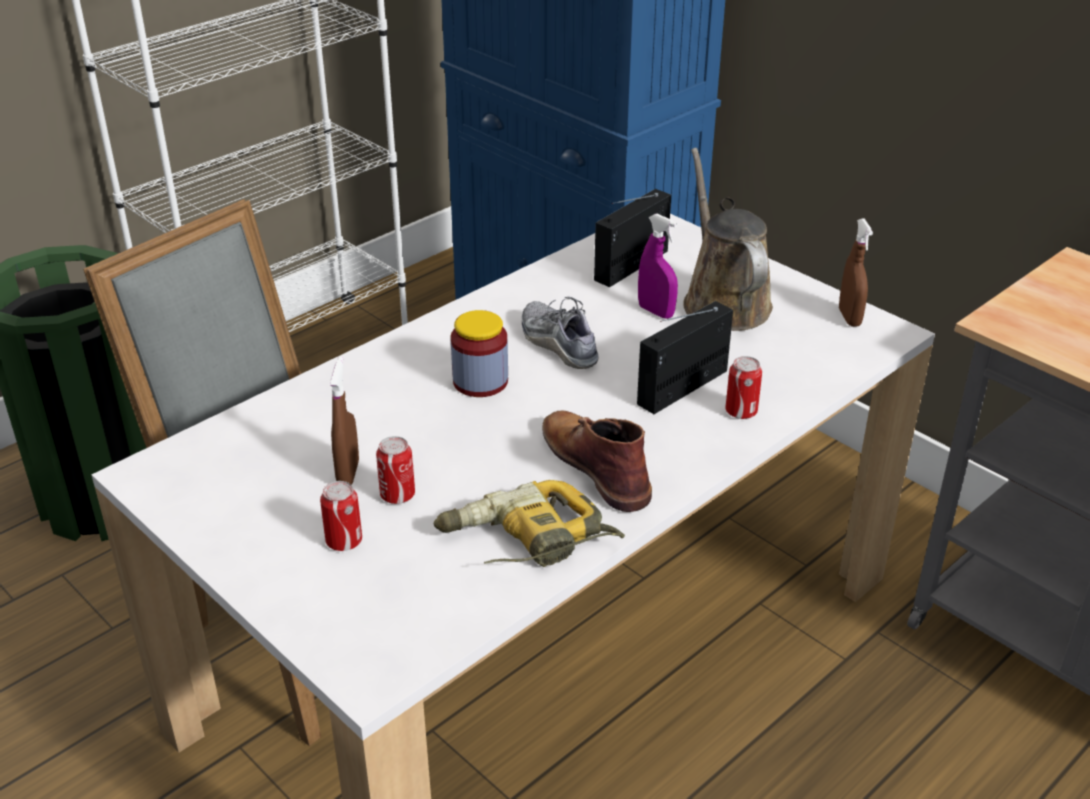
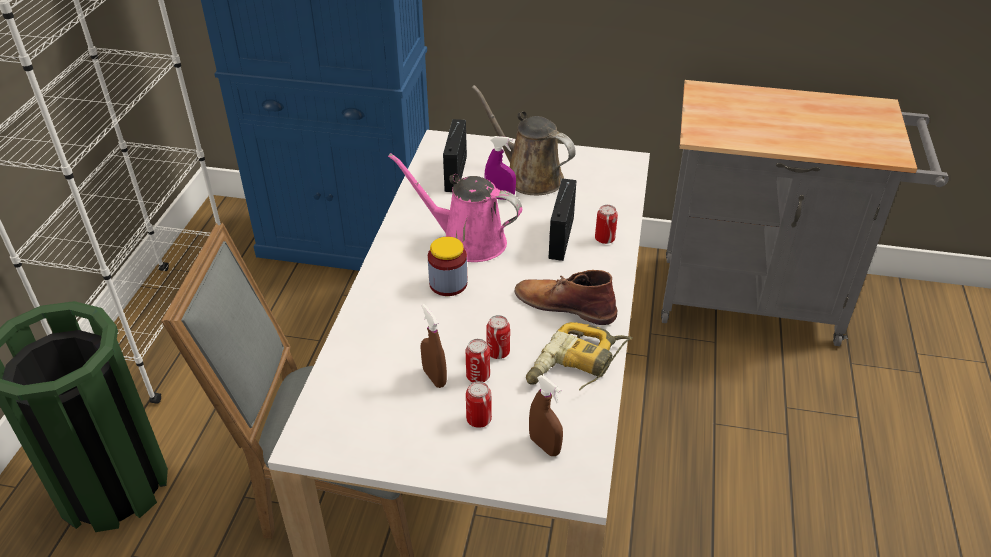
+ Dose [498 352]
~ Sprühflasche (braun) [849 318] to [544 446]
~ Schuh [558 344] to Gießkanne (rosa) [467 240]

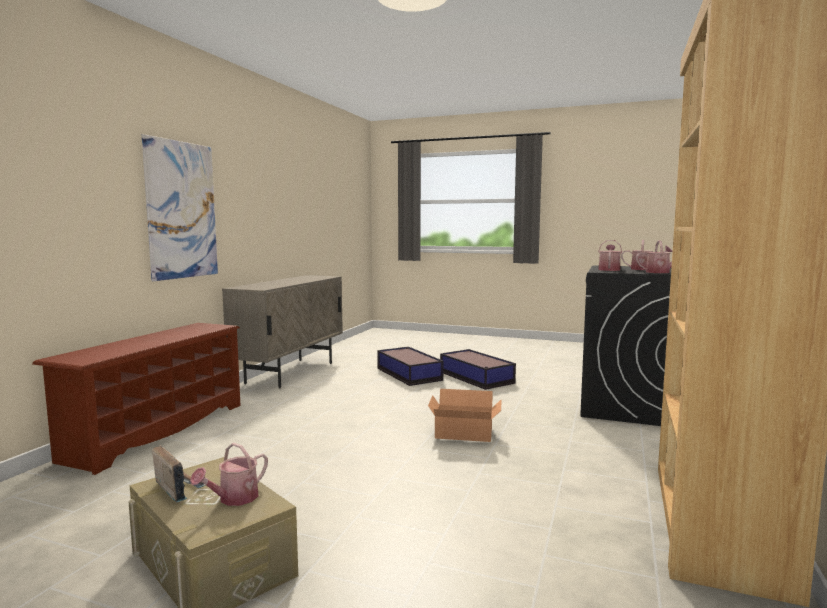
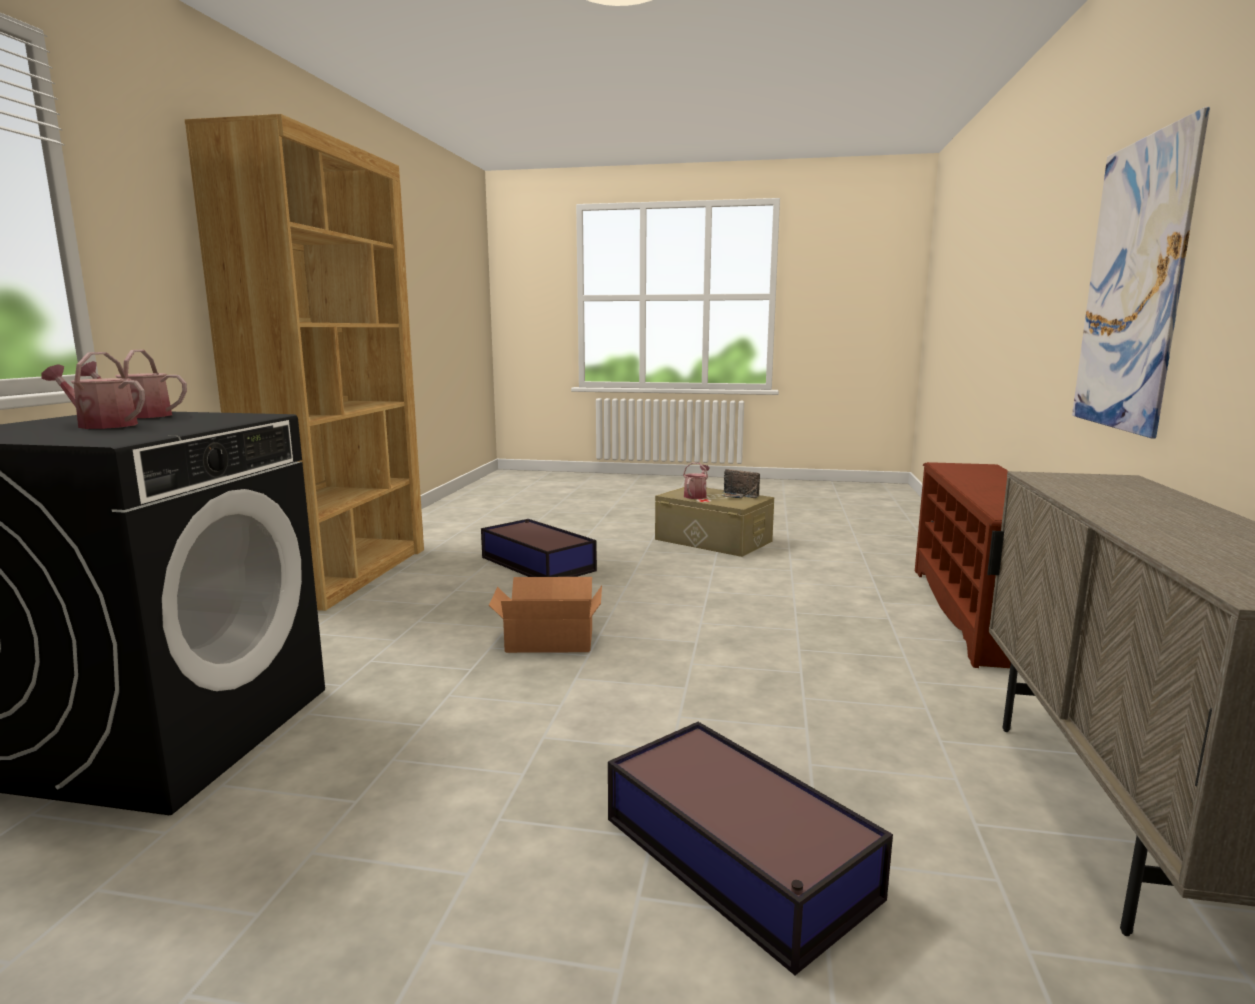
- Gießkanne [609 269]
~ Aufbewahrungsbox [476 378] to [537 563]

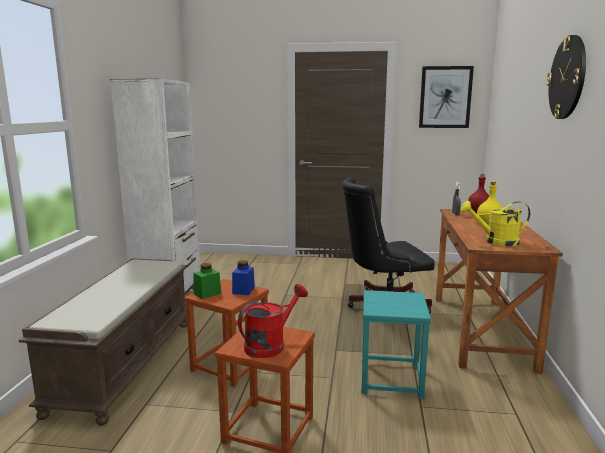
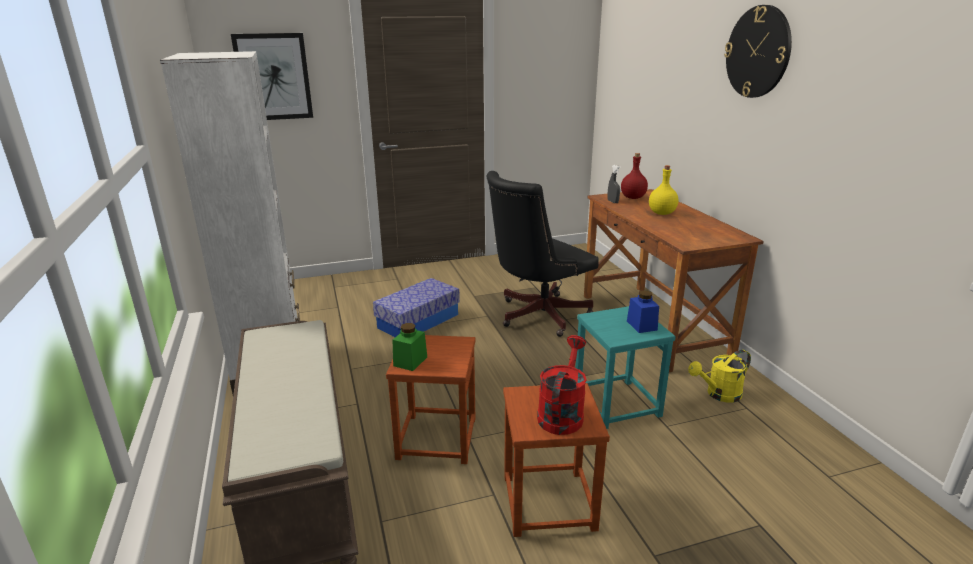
+ Aufbewahrungsbox [418 321]
~ Vorratsglas (blau) [243 290] to [641 325]
~ Bild [445 97] to [273 77]
~ Gießkanne (gelb) [496 242] to [719 394]

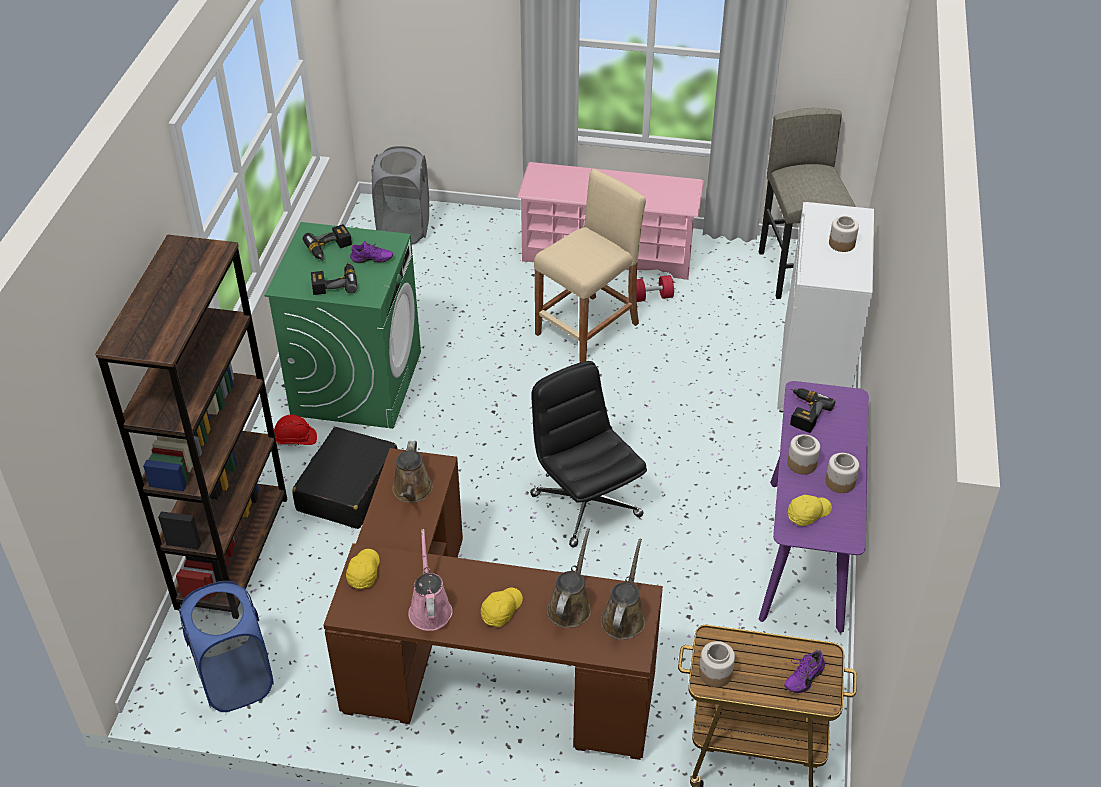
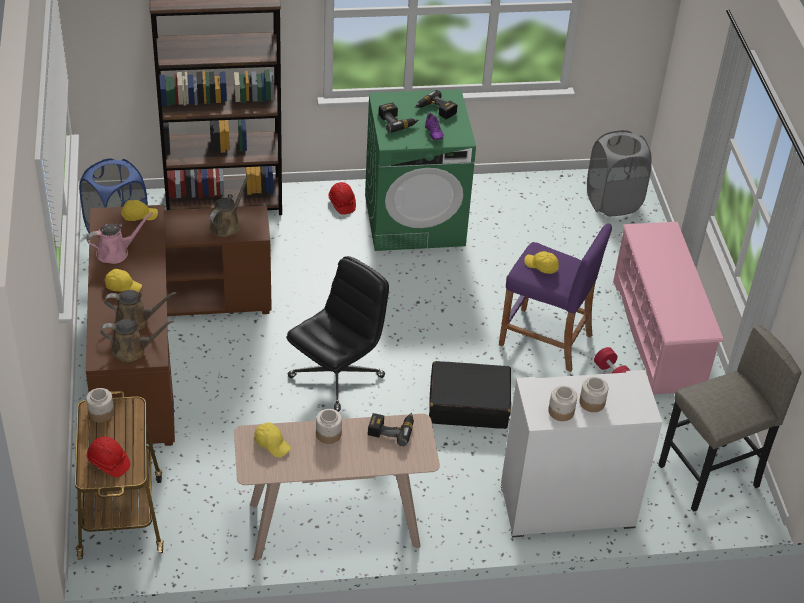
+ Kappe (gelb) [541 266]
~ Koffer (schwarz) [347 488] to [468 404]
~ Vorratsglas [840 482] to [561 412]
~ Schuh (lila) [802 677] to Schutzhelm (rot) [108 463]
~ Hocker (beige) [587 329] to Hocker (lila) [545 340]
~ Konsolentisch (lila) [806 553] to Konsolentisch (beige) [334 525]
~ Gießkanne (braun) [412 491] = [227 225] 135 degrees clockwise

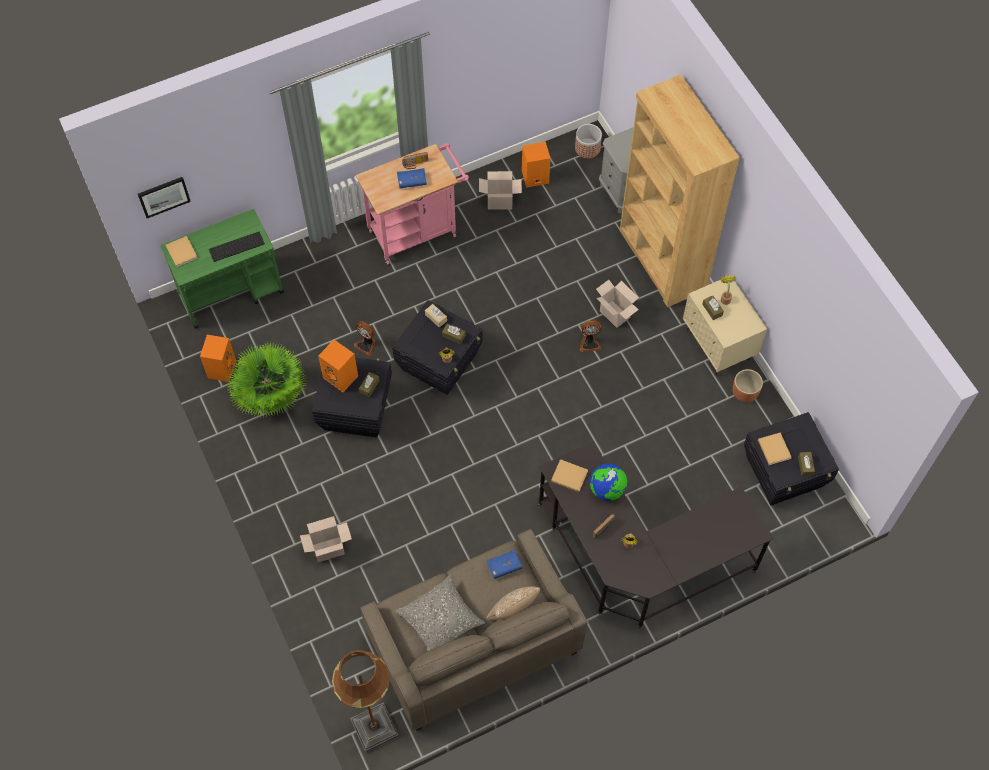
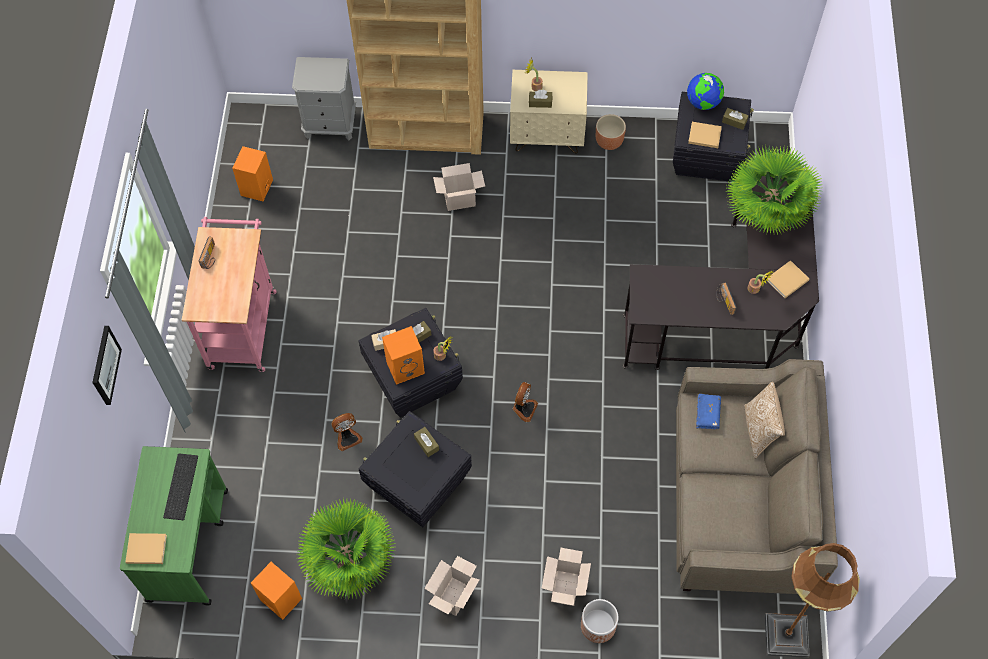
- Kissen (grau) [440 620]
- Buch (blau) [412 181]
+ Topfpflanze [766 215]
~ Bild [163 196] to [105 365]
~ Lautsprecher (orange) [341 377] to [406 366]
~ Karton [500 201] to [453 595]
~ Buch (beige) [568 476] to [786 281]
~ Pflanzkübel [587 148] to [598 626]
~ Ventilator [589 343] to [524 408]
~ Globus [607 489] to [703 102]

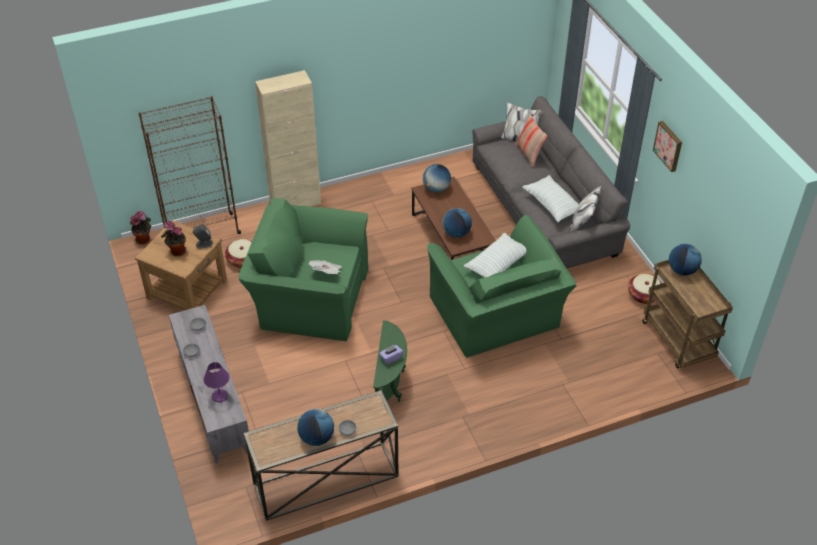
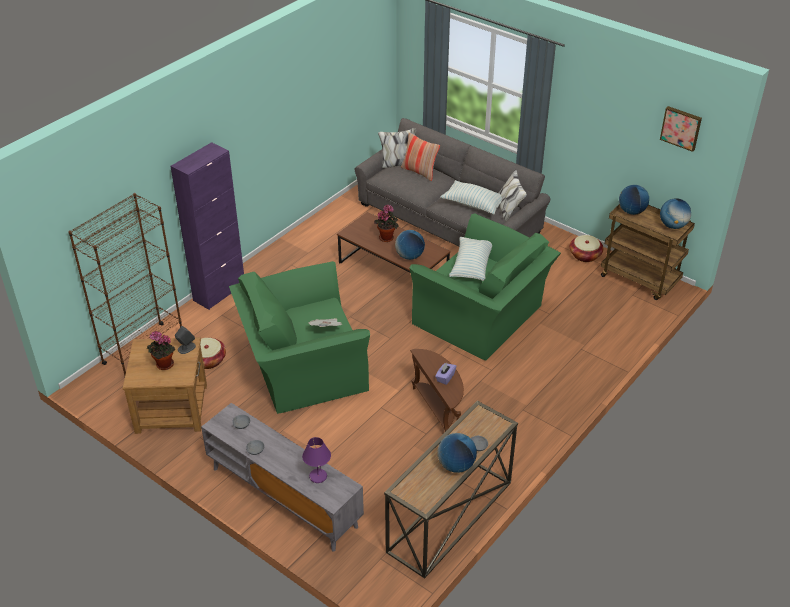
~ Topfpflanze [144 239] to [387 237]
~ Globus [436 188] to [672 225]
~ Bild [669 145] to [681 128]
~ Schrank (beige) [295 203] to Schrank (lila) [219 292]
~ Beistelltisch (grün) [390 385] to Beistelltisch (braun) [439 411]

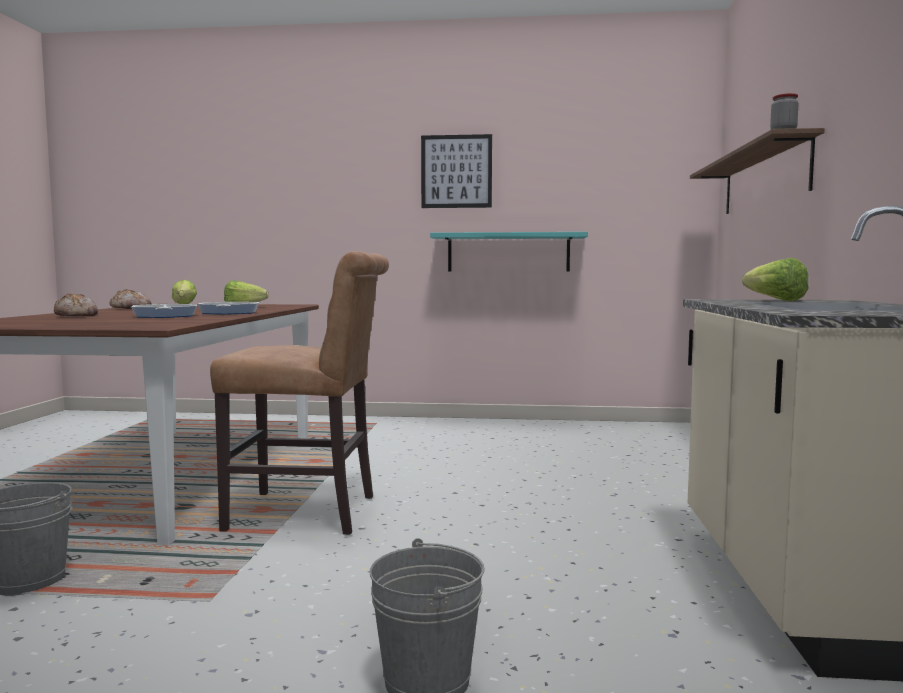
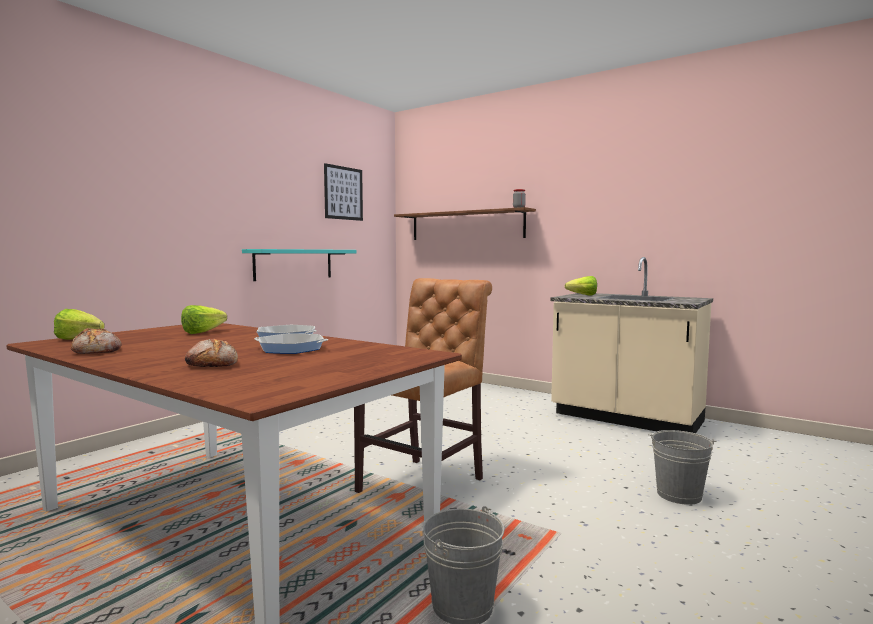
~ Bild [456 171] to [343 193]

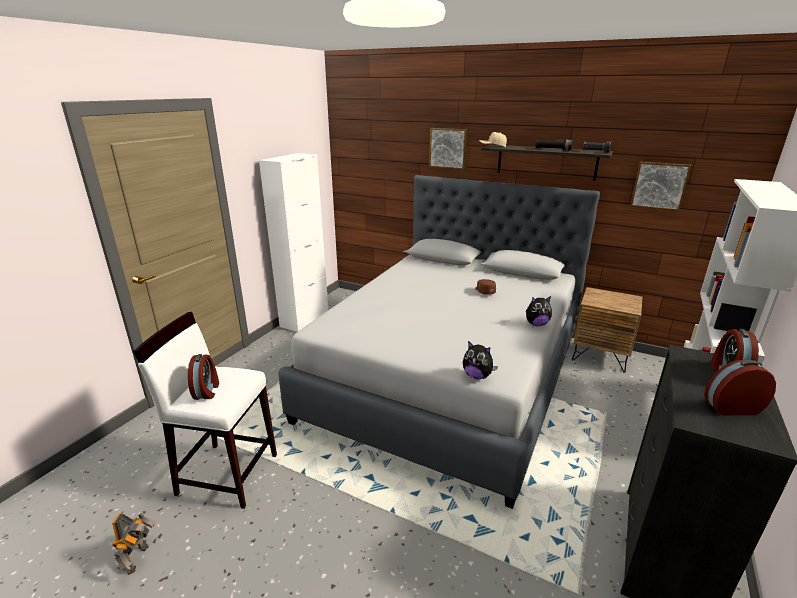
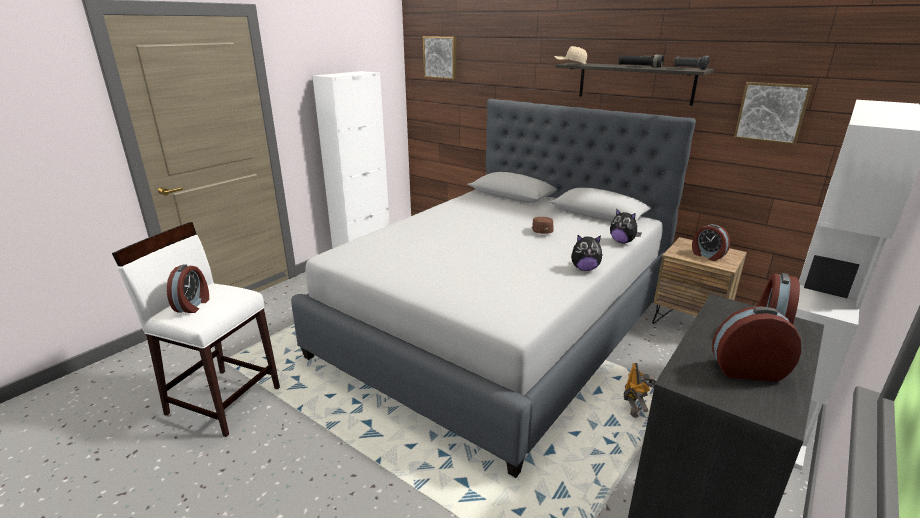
+ Wecker [707 255]
~ Spielzeugroboter [139 558] to [634 408]
~ Bild [448 148] to [441 57]
~ Plüschtier [477 376] to [622 242]

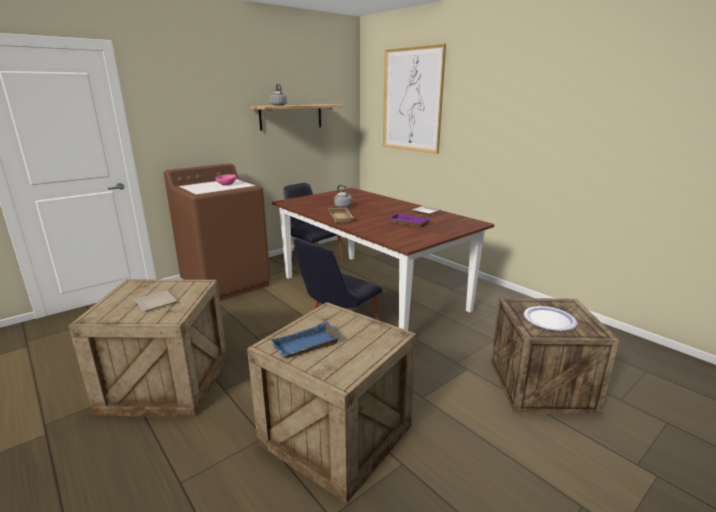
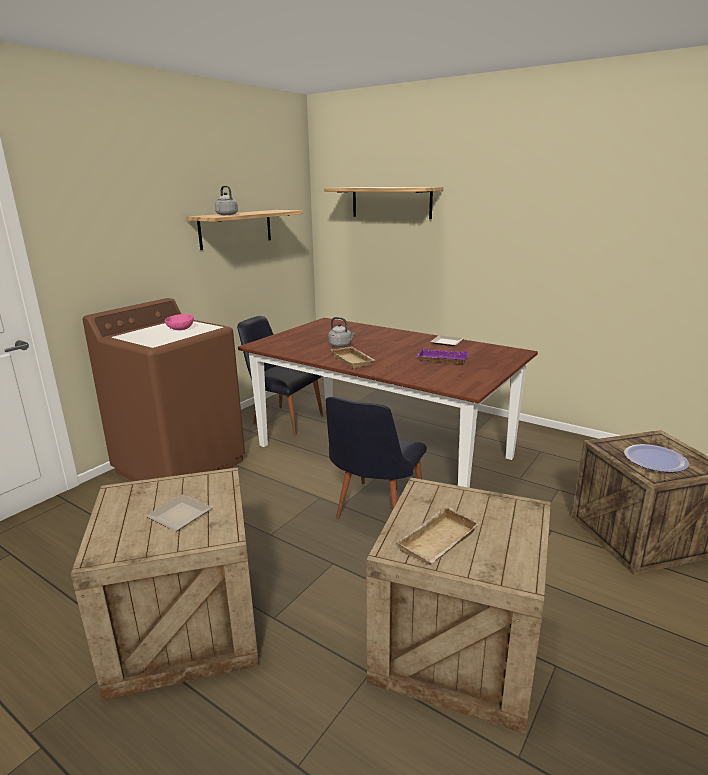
~ Bild [412 100] to Wandregal [391 202]
~ Tablett (blau) [306 346] to Tablett (beige) [440 543]

